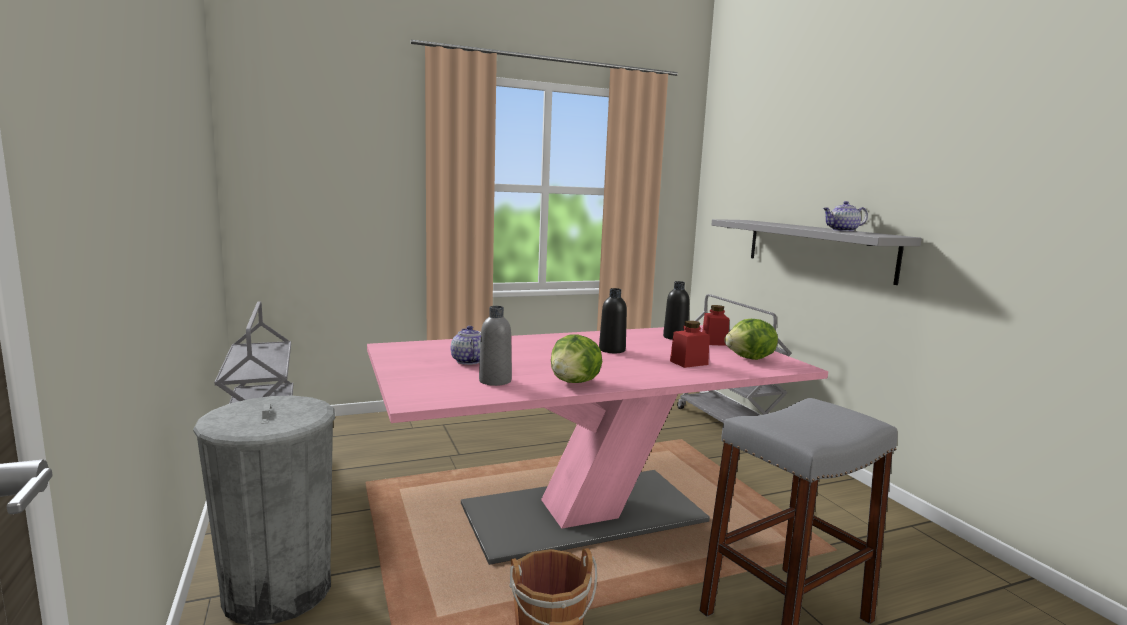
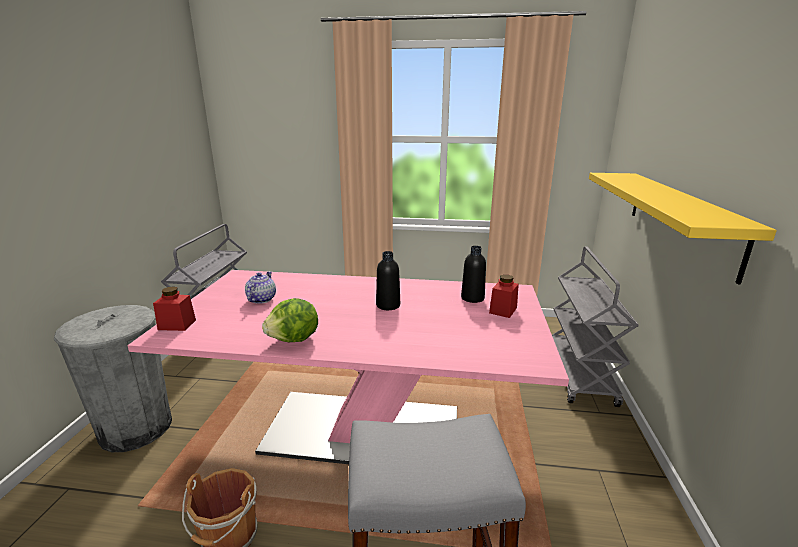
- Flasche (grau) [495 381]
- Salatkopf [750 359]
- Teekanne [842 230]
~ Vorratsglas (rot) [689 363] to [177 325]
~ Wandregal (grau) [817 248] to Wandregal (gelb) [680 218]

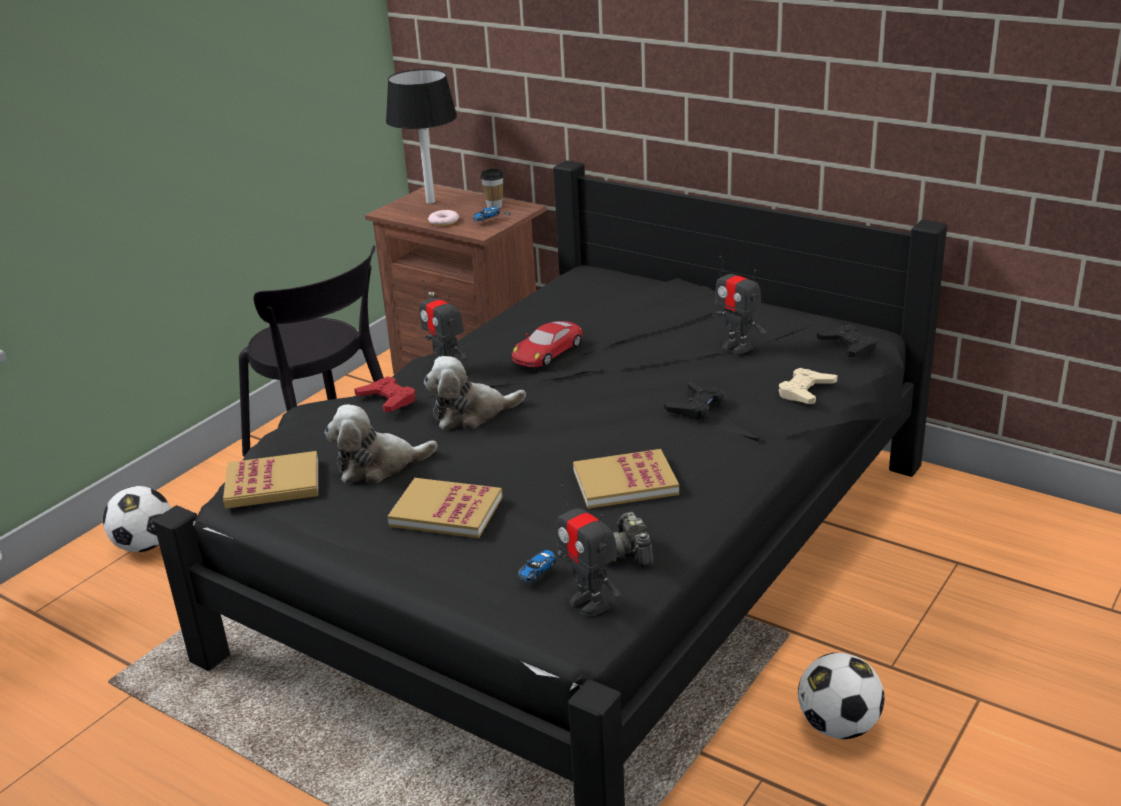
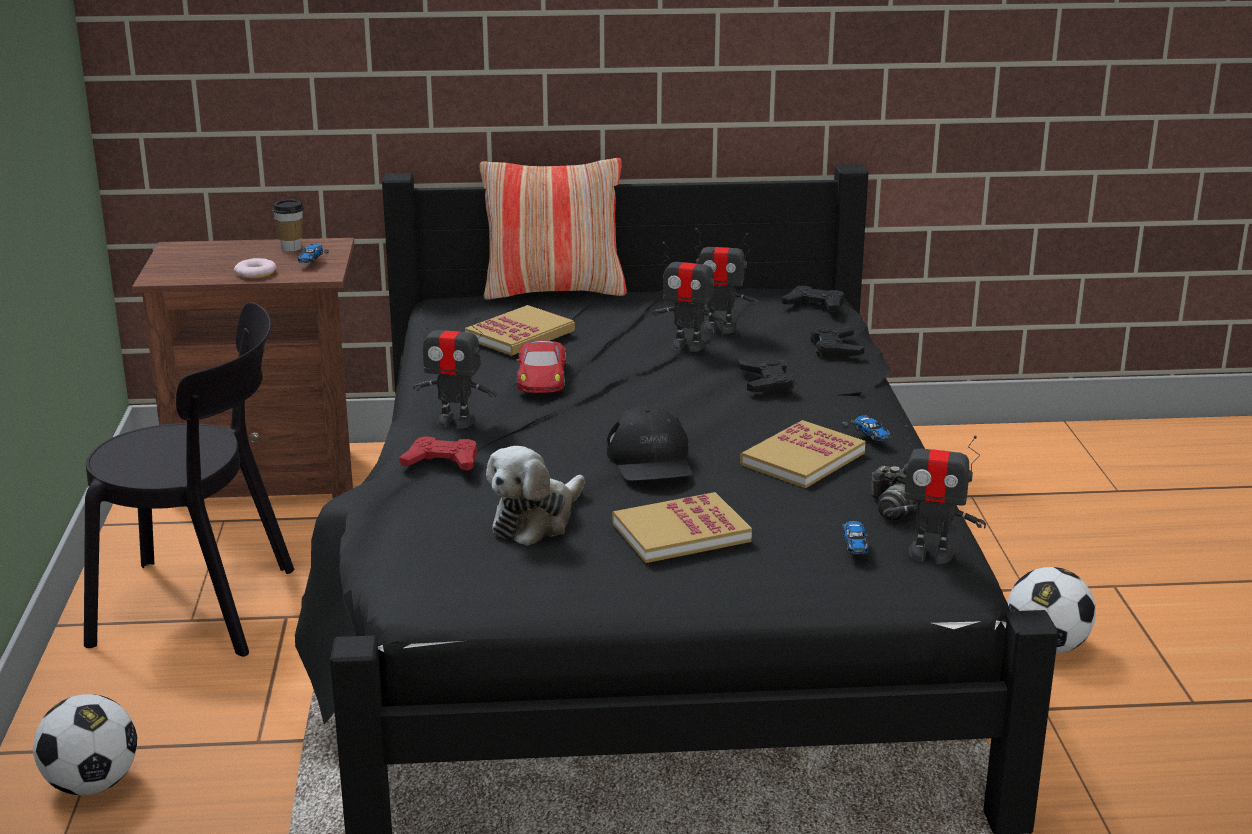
- Tischlampe (schwarz) [430 202]
- Plüschtier [471 414]
+ Kissen [554 290]
+ Kappe (schwarz) [651 460]
+ Spielzeugroboter [688 346]
+ Spielzeugauto [865 436]
~ Buch [273 484] to [520 335]
~ Gamepad (beige) [805 391] to Gamepad (schwarz) [835 348]

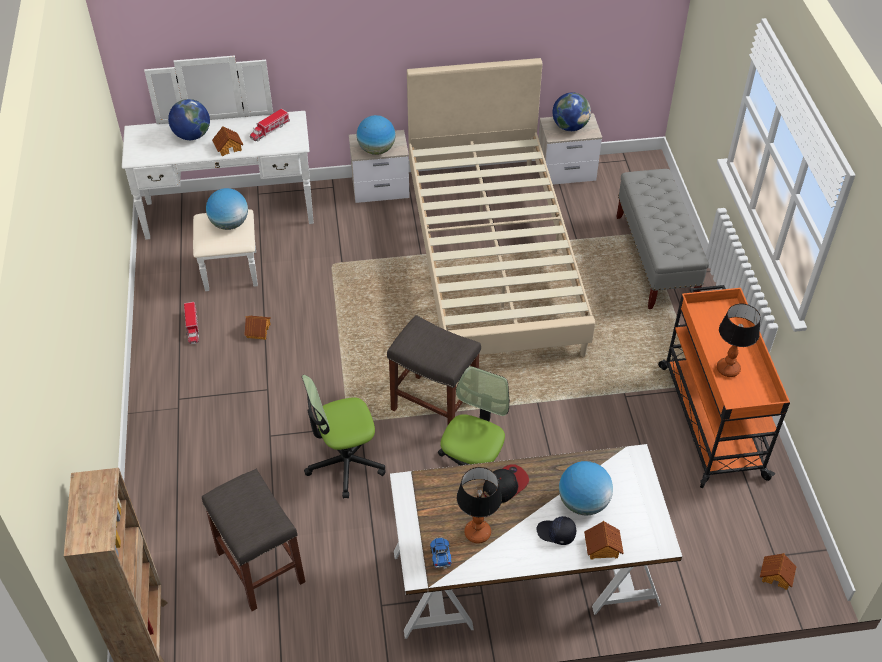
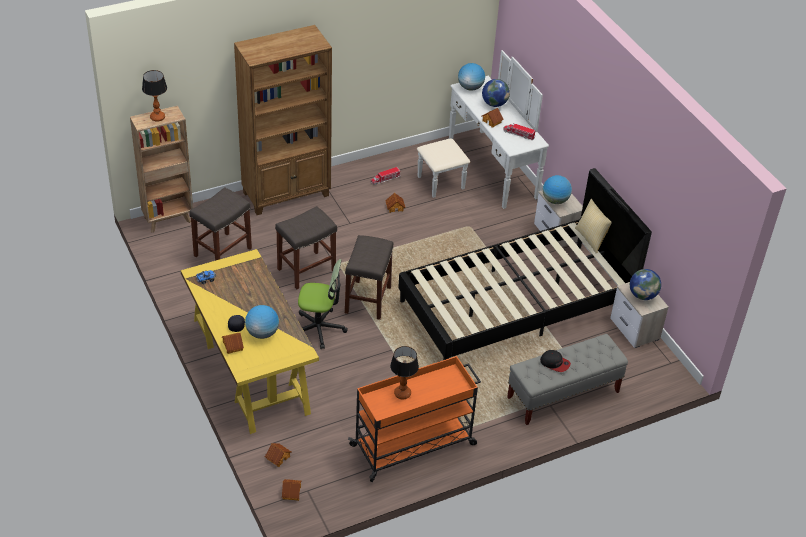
+ Bücherregal (braun) [287 194]
+ Spielzeughaus [278 457]
+ Kissen [591 239]
~ Globus [230 224] to [470 87]
~ Tischlampe [477 533] to [157 117]
~ Kappe [505 485] to [555 363]
~ Bürostuhl [345 463] to Hocker (grau) [307 269]
~ Schreibtisch (weiß) [524 579] to Schreibtisch (gelb) [249 366]
~ Bett (beige) [492 258] to Bett (schwarz) [516 304]

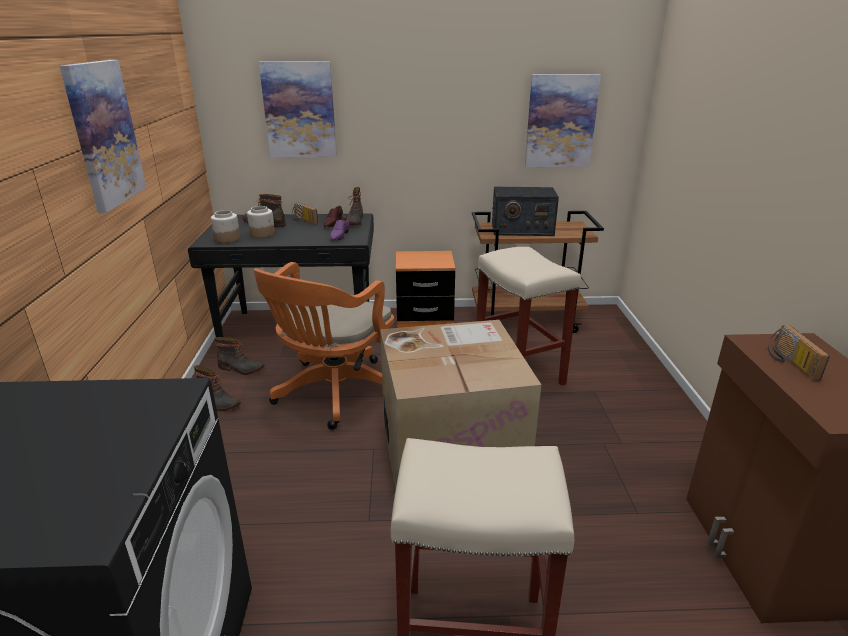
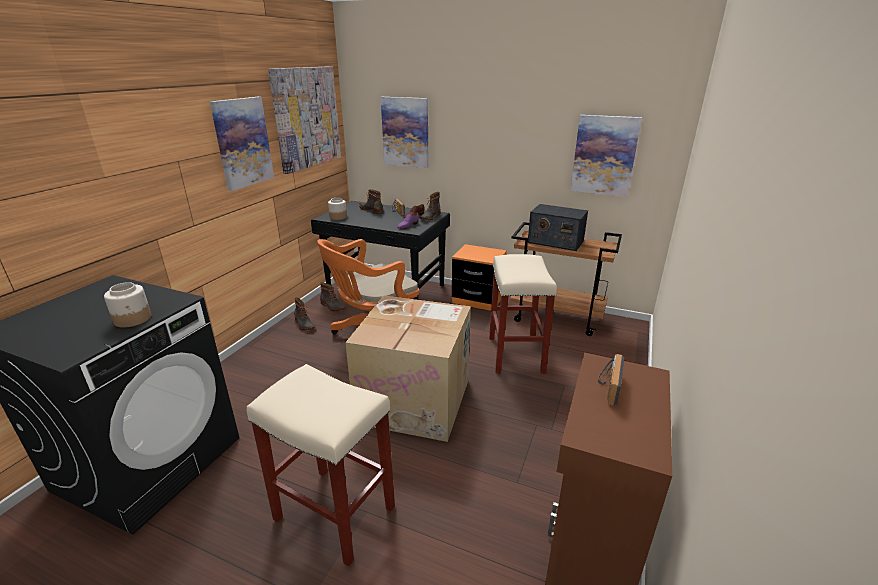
+ Bild [306 118]
~ Vorratsglas [263 234] to [133 319]

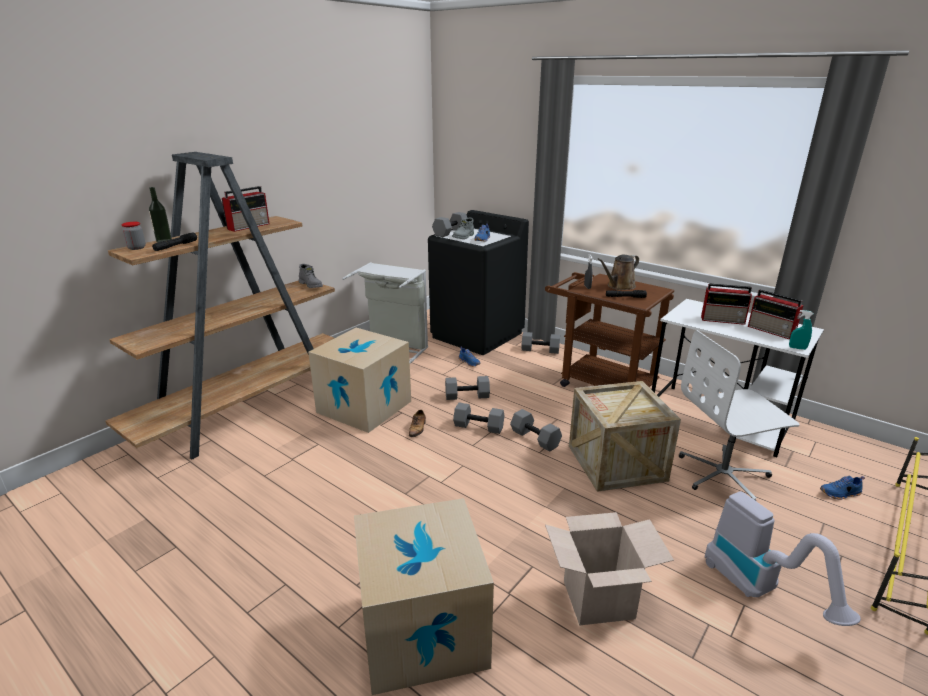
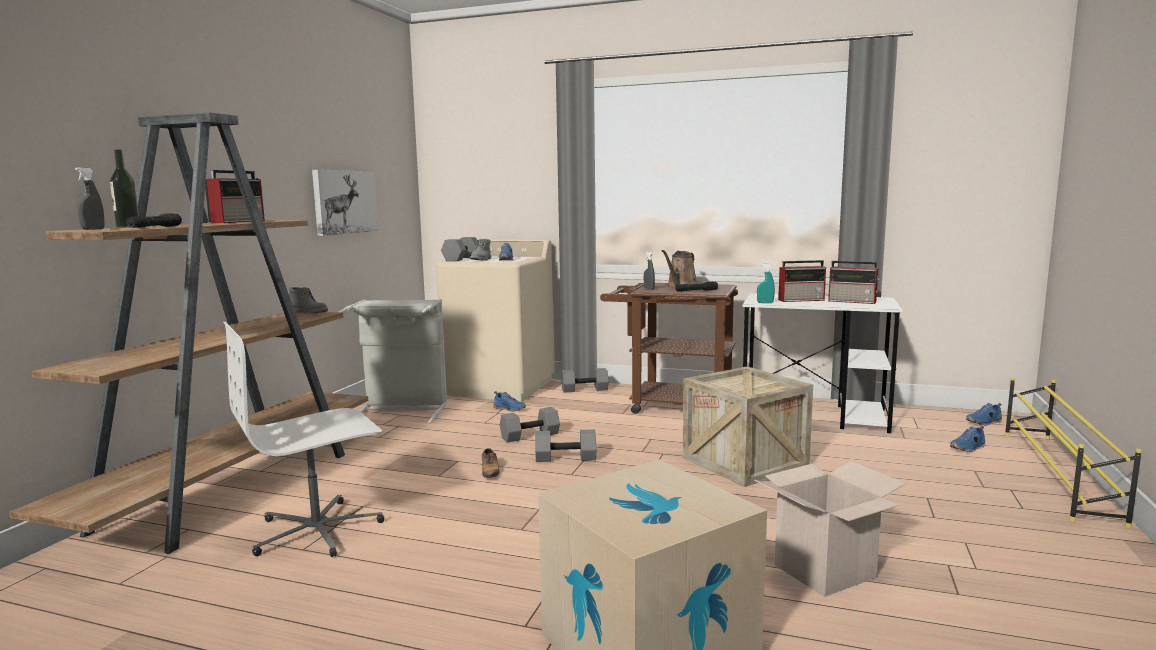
- Karton [364 407]
- Hantel (grau) [536 438]
- Staubsauger [760 591]
+ Bild [344 202]
+ Schuh (blau) [984 422]
~ Bürostuhl (weiß) [724 475] to [318 530]
~ Sprühflasche (türkis) [797 348] to [765 303]
~ Vorratsglas [136 248] to Sprühflasche (grau) [93 229]
~ Waschmaschine (schwarz) [477 335] to Waschmaschine (beige) [501 387]

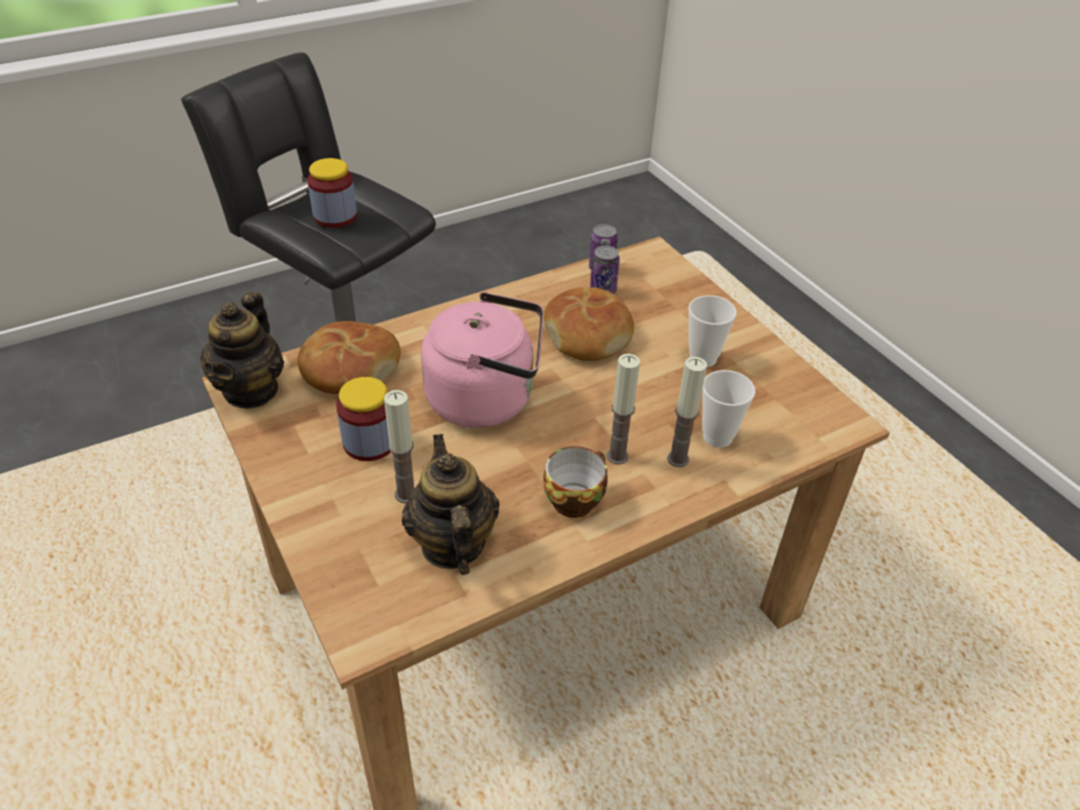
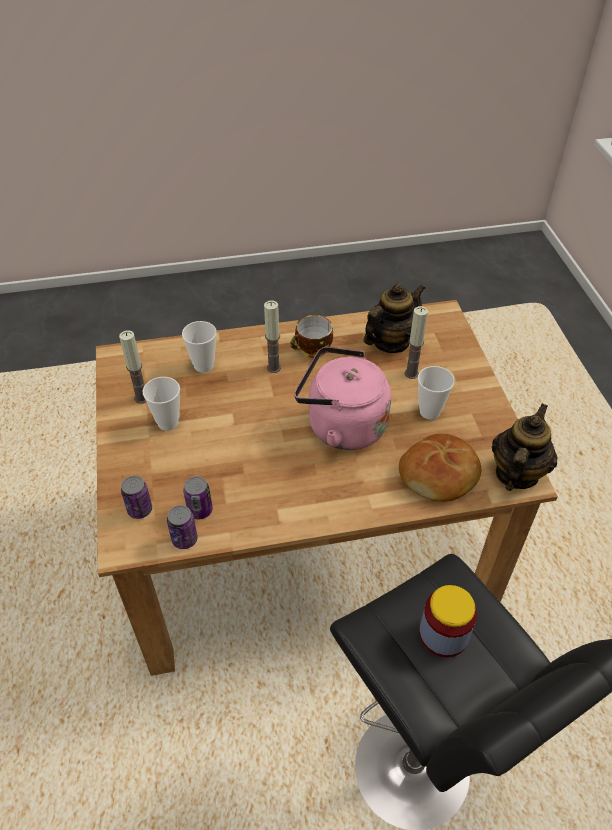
- Brot [588 335]
+ Dose [140 509]
~ Kerze [678 459] to [142 398]
~ Vorratsglas [370 442] to Tasse [430 412]
~ Teekanne [452 545] = [390 342] 135 degrees counterclockwise

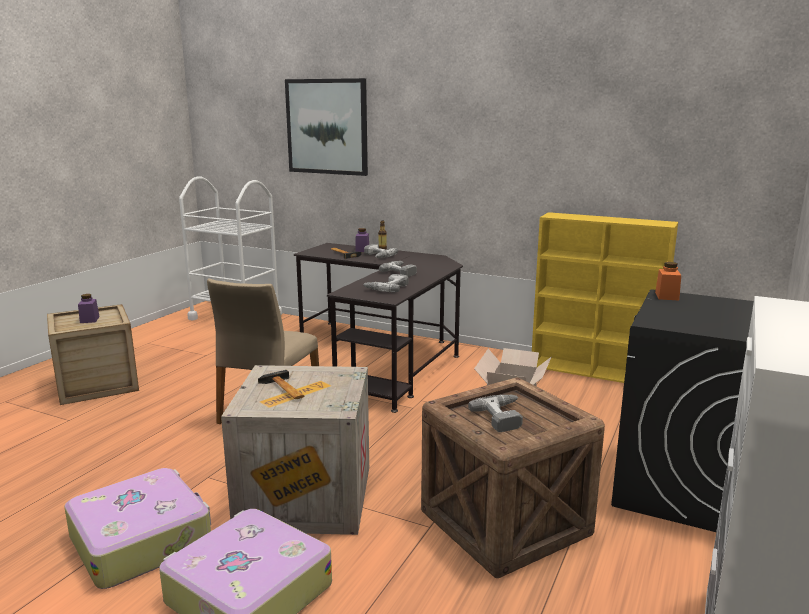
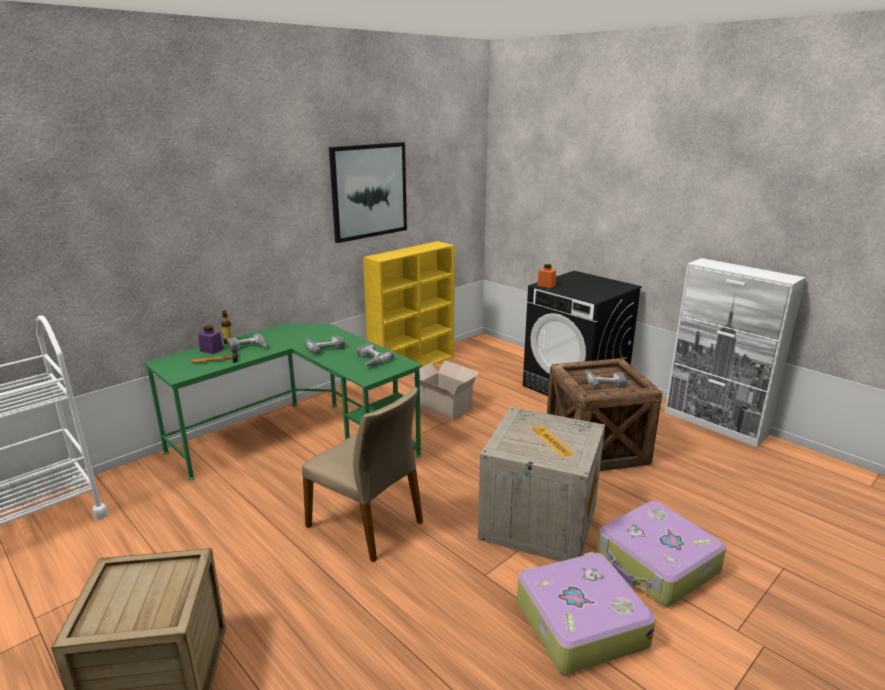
- Vorratsglas (lila) [89 319]
- Hammer [284 390]
~ Bild [327 127] to [369 191]
~ Schreibtisch (schwarz) [384 357] to Schreibtisch (grün) [299 439]

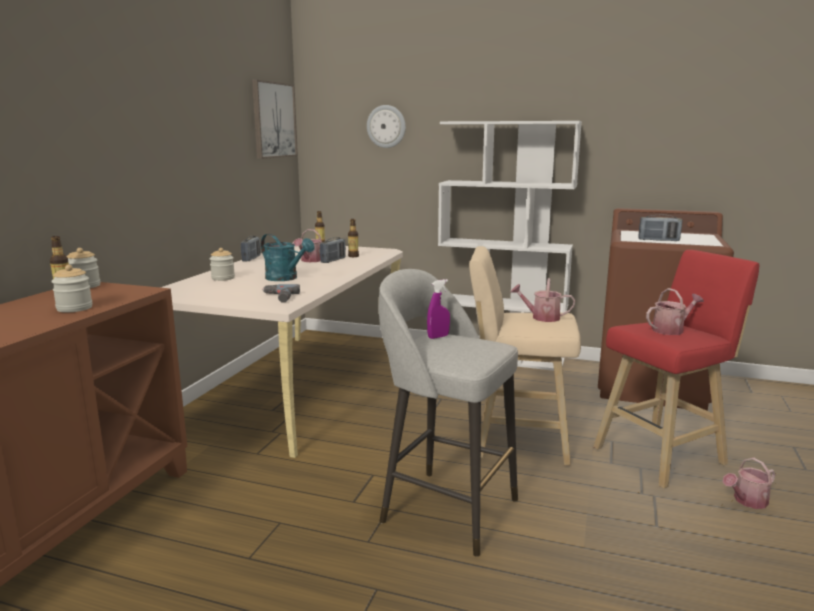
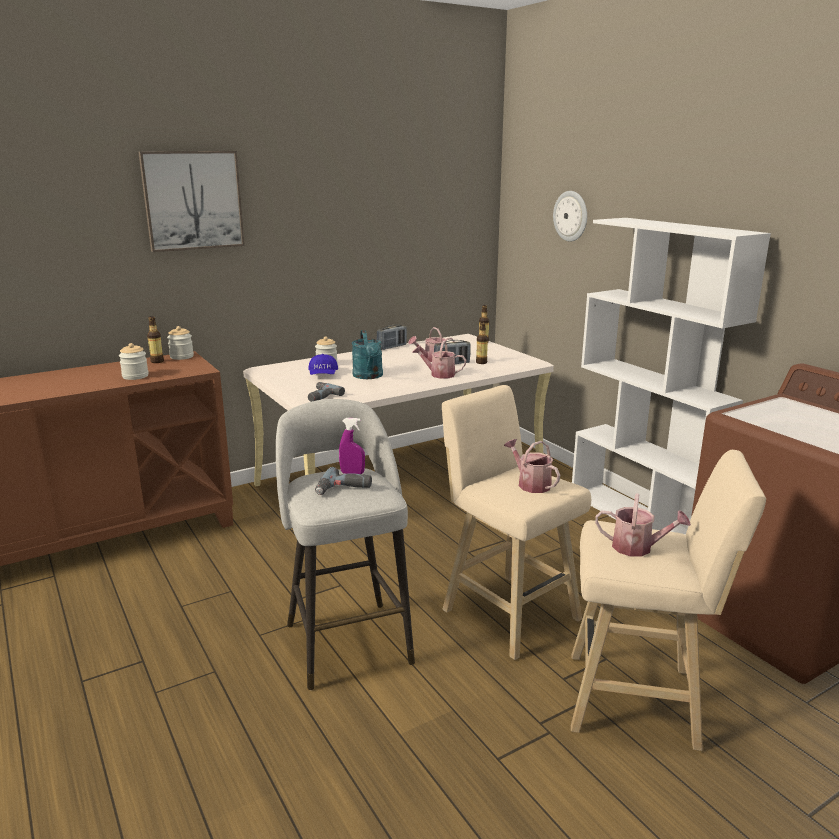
- Radio [658 240]
+ Kappe (blau) [323 375]
+ Bohrmaschine [343 489]
~ Bild [273 120] to [193 200]
~ Gießkanne [747 501] to [439 374]
~ Hocker (rot) [663 455] to Hocker (beige) [639 701]

